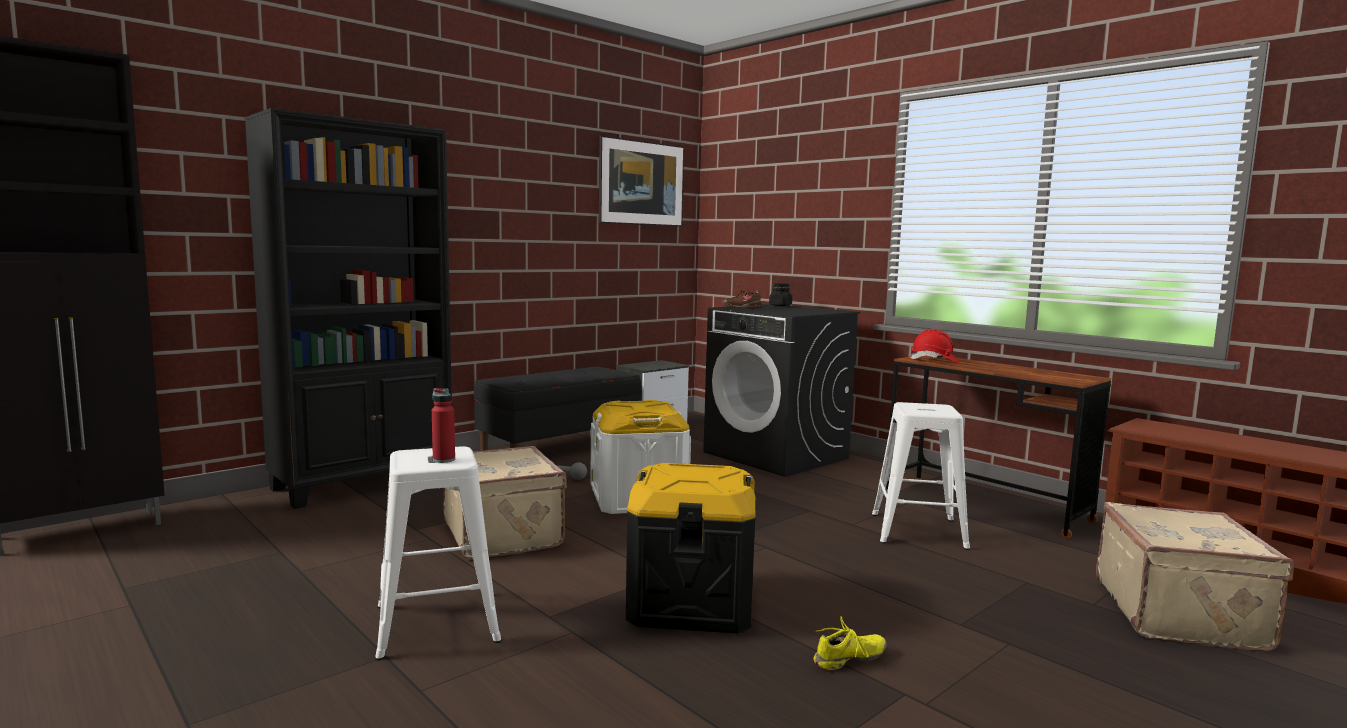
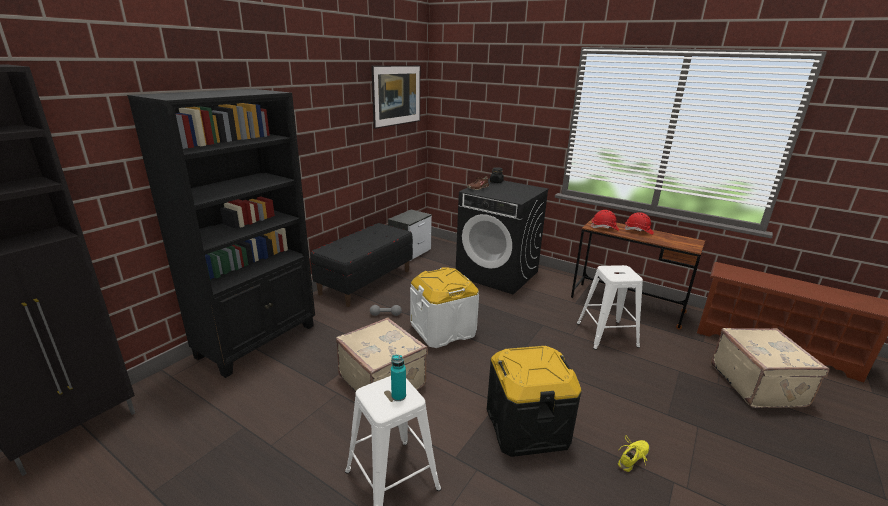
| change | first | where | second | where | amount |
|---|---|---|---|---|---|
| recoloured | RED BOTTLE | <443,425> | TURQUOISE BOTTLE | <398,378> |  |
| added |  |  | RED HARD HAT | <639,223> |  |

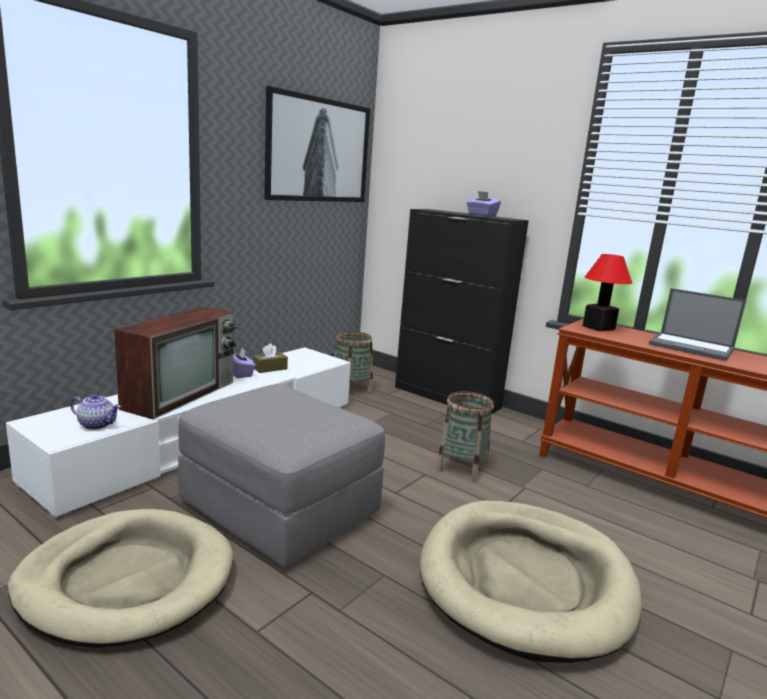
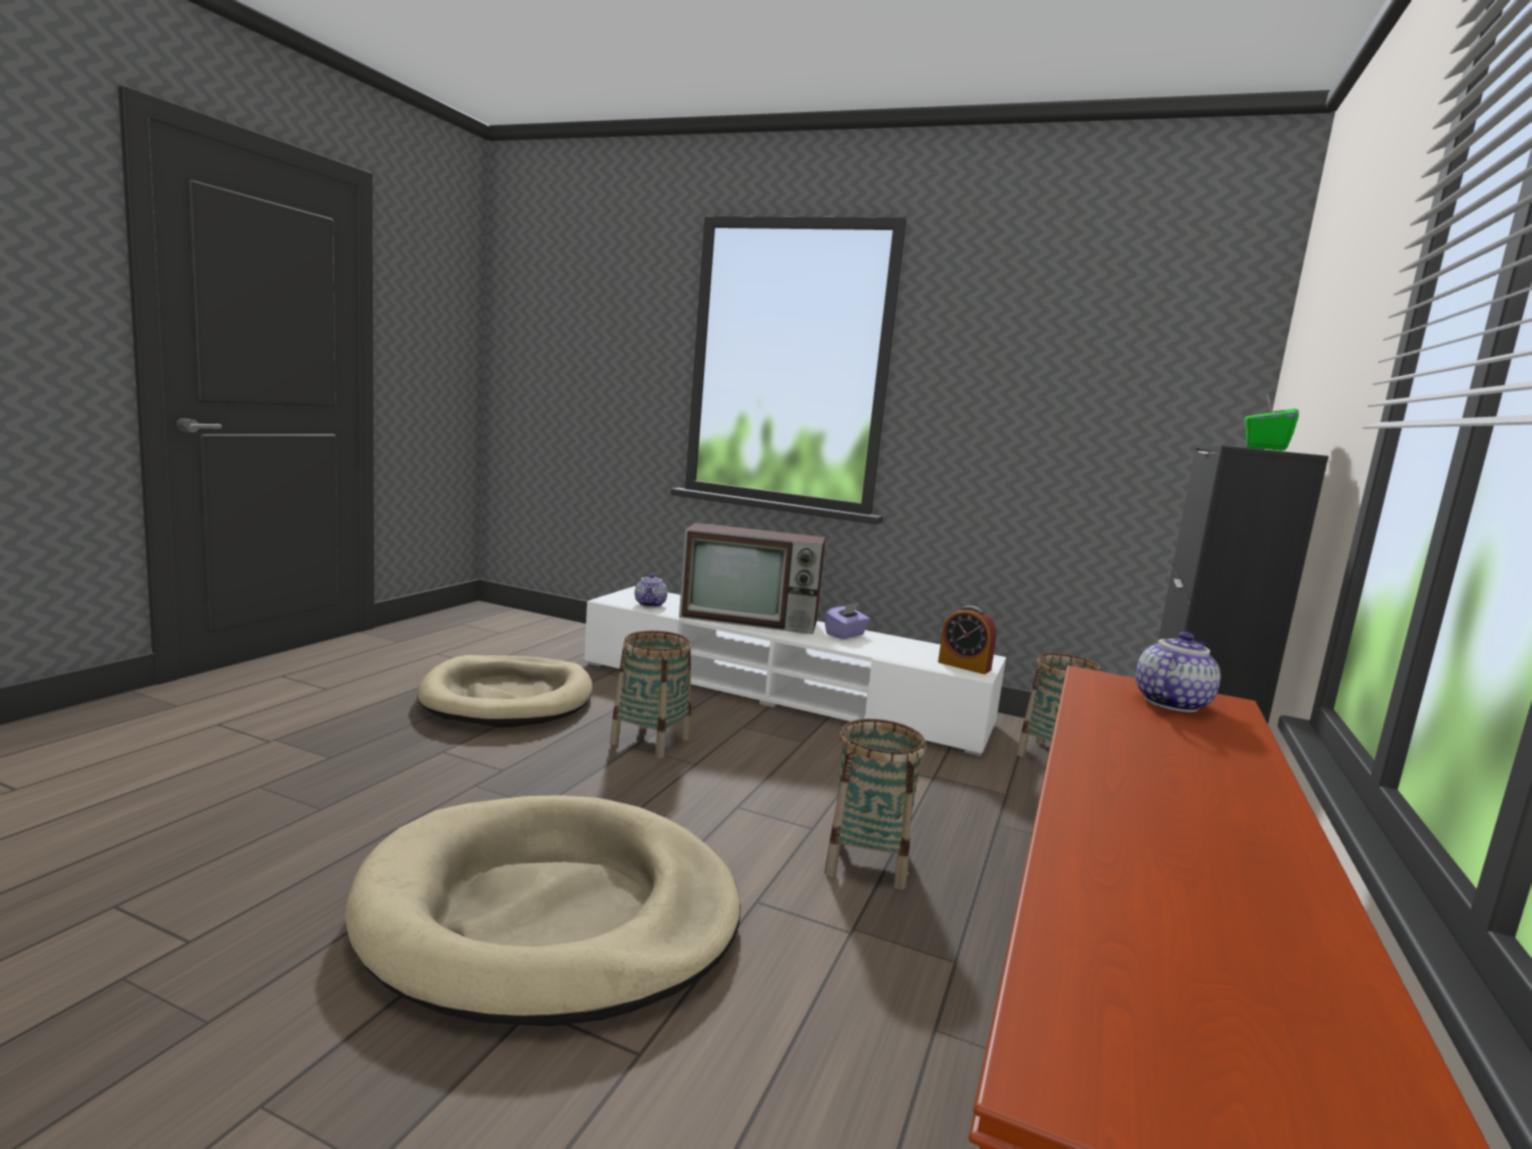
| change | first | where | second | where | amount |
|---|---|---|---|---|---|
| replaced | GREY OTTOMAN | <281,476> | BASKET | <650,694> |  |
| added |  |  | ALARM CLOCK | <967,640> |  |
| replaced | TABLE LAMP | <607,292> | TEAPOT | <1178,672> |  |
| recoloured | PURPLE TISSUE BOX | <484,203> | GREEN TISSUE BOX | <1271,423> |  |
| removed | BROWN TISSUE BOX | <270,358> |  |  |  |
| removed | PICTURE | <317,144> |  |  |  |
| removed | LAPTOP | <697,324> |  |  |  |

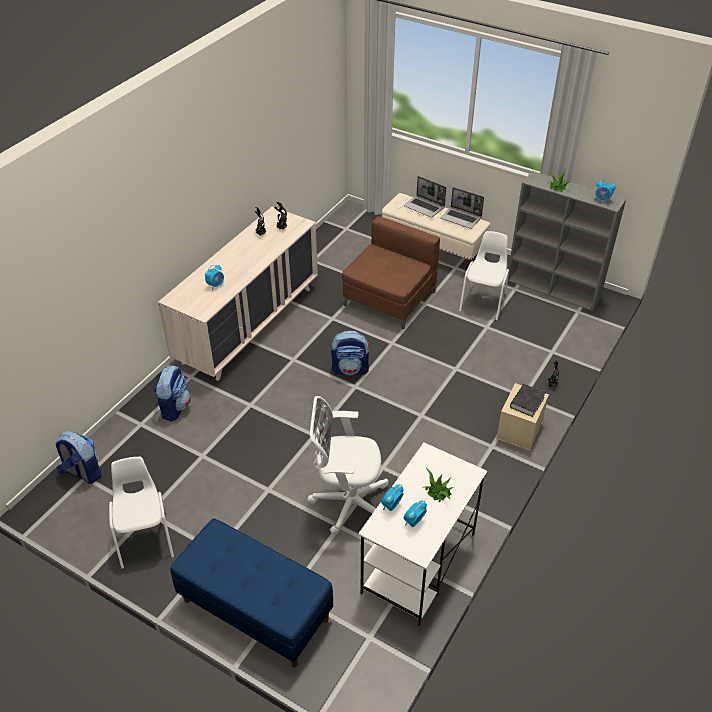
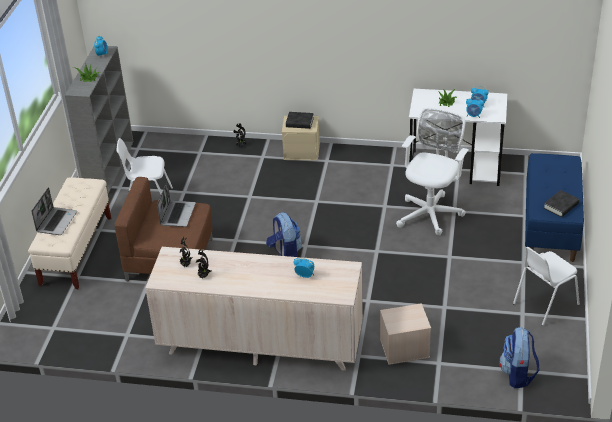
| change | first | where | second | where | amount |
|---|---|---|---|---|---|
| moved | LAPTOP | <462,208> |  | <176,204> |  |
| replaced | BACKPACK | <172,393> | BEIGE STORAGE BOX | <405,334> |  |
| turned | WHITE OFFICE CHAIR | <348,465> |  | <432,171> | 135 degrees counterclockwise |
| added |  |  | BLACK BOOK | <561,203> |  |

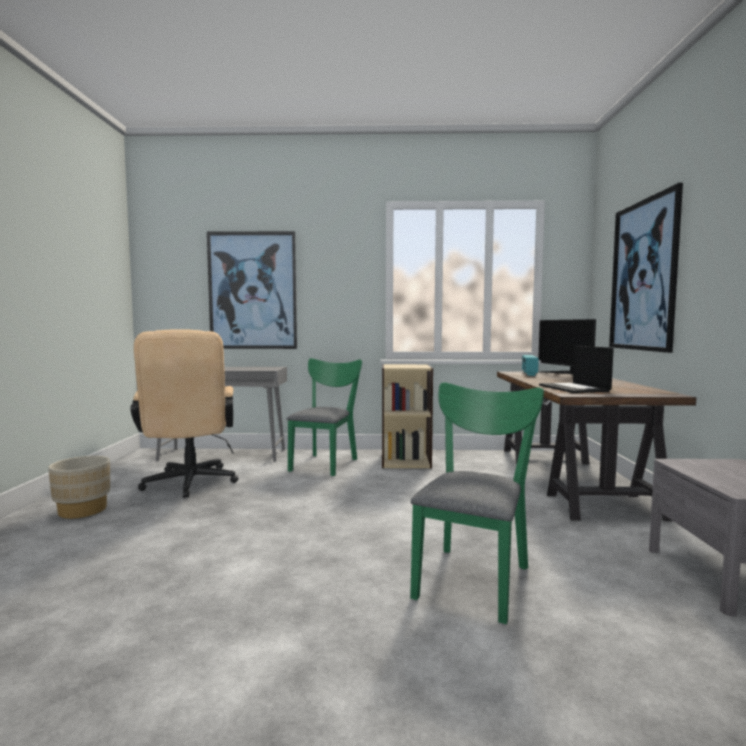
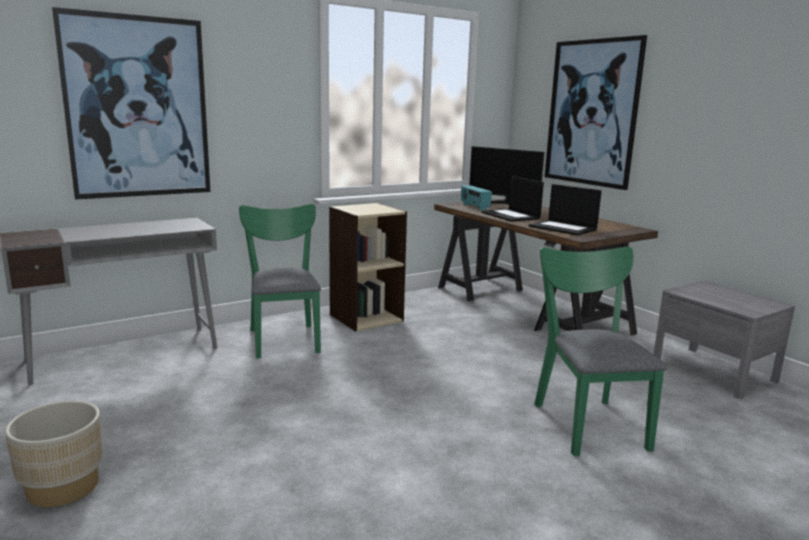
| change | first | where | second | where | amount |
|---|---|---|---|---|---|
| added |  |  | LAPTOP | <512,199> |  |
| removed | BEIGE OFFICE CHAIR | <184,413> |  |  |  |

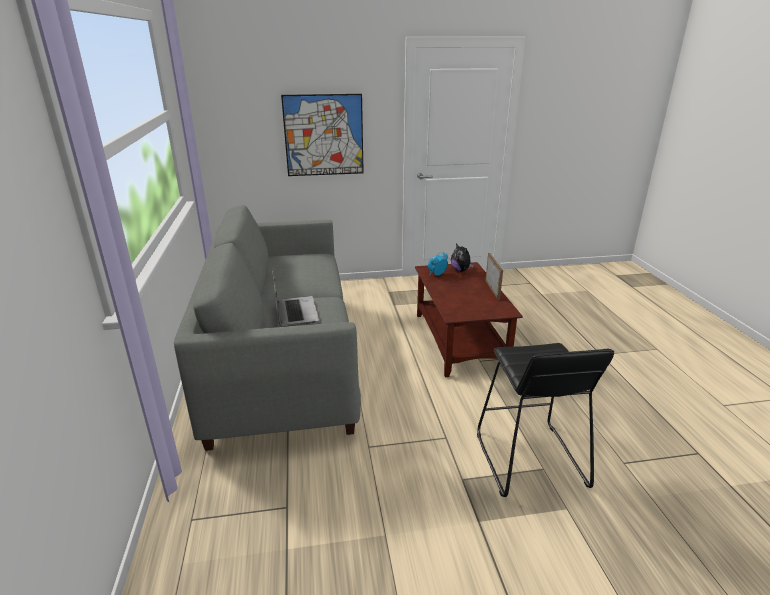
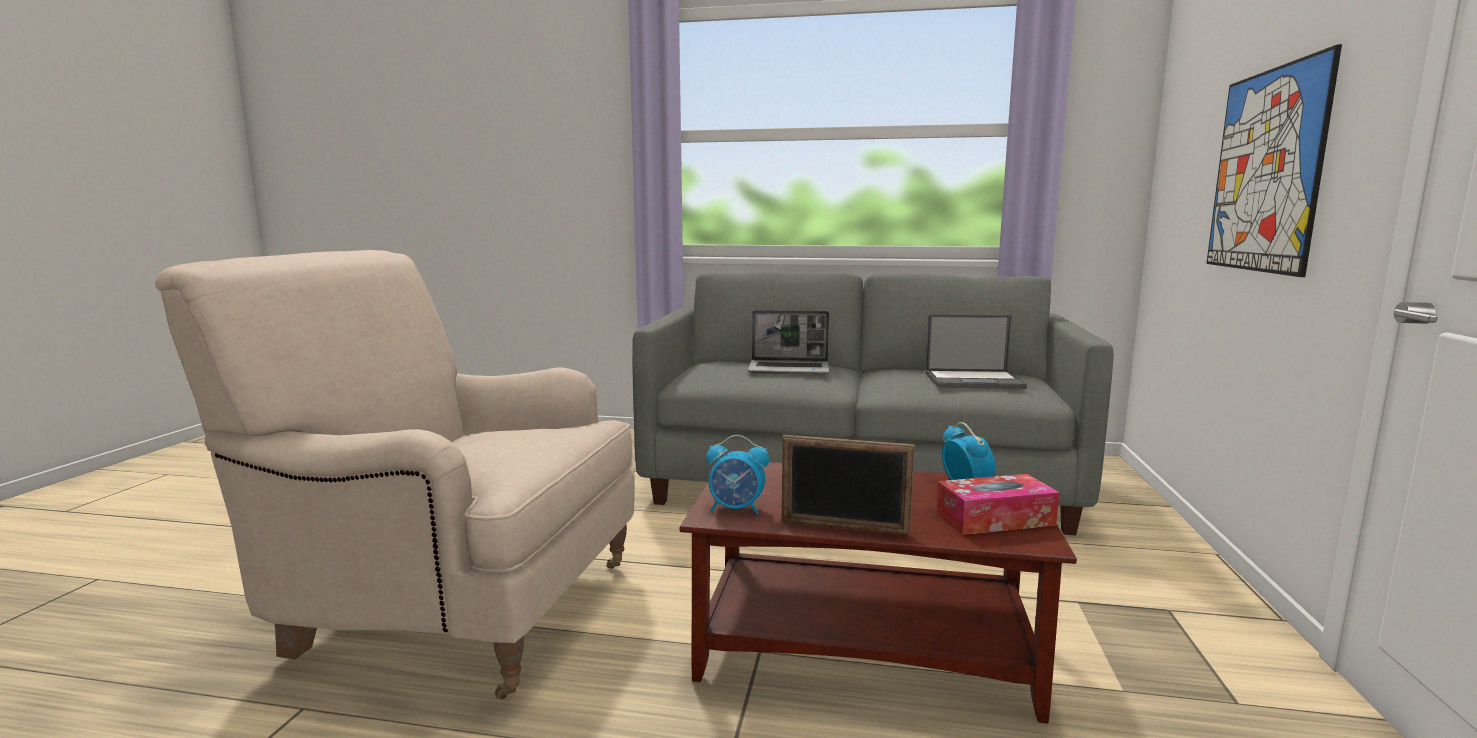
| change | first | where | second | where | amount |
|---|---|---|---|---|---|
| replaced | BLACK STOOL | <545,420> | BEIGE ARMCHAIR | <395,474> |  |
| added |  |  | ALARM CLOCK | <737,474> |  |
| added |  |  | LAPTOP | <976,351> |  |
| replaced | PLUSH TOY | <462,257> | TISSUE BOX | <997,504> |  |

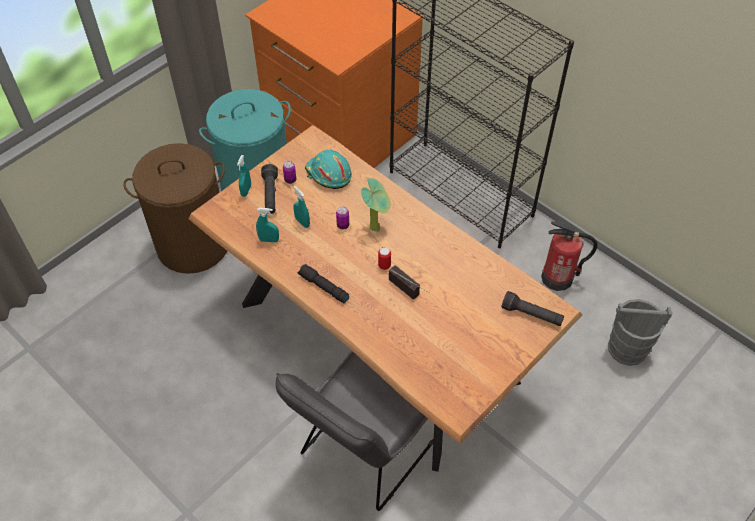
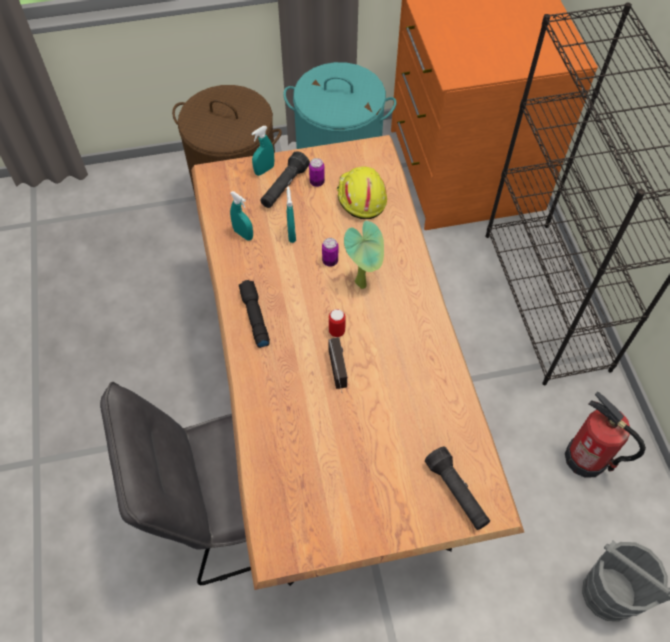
| change | first | where | second | where | amount |
|---|---|---|---|---|---|
| recoloured | TURQUOISE HARD HAT | <328,169> | YELLOW HARD HAT | <362,192> |  |

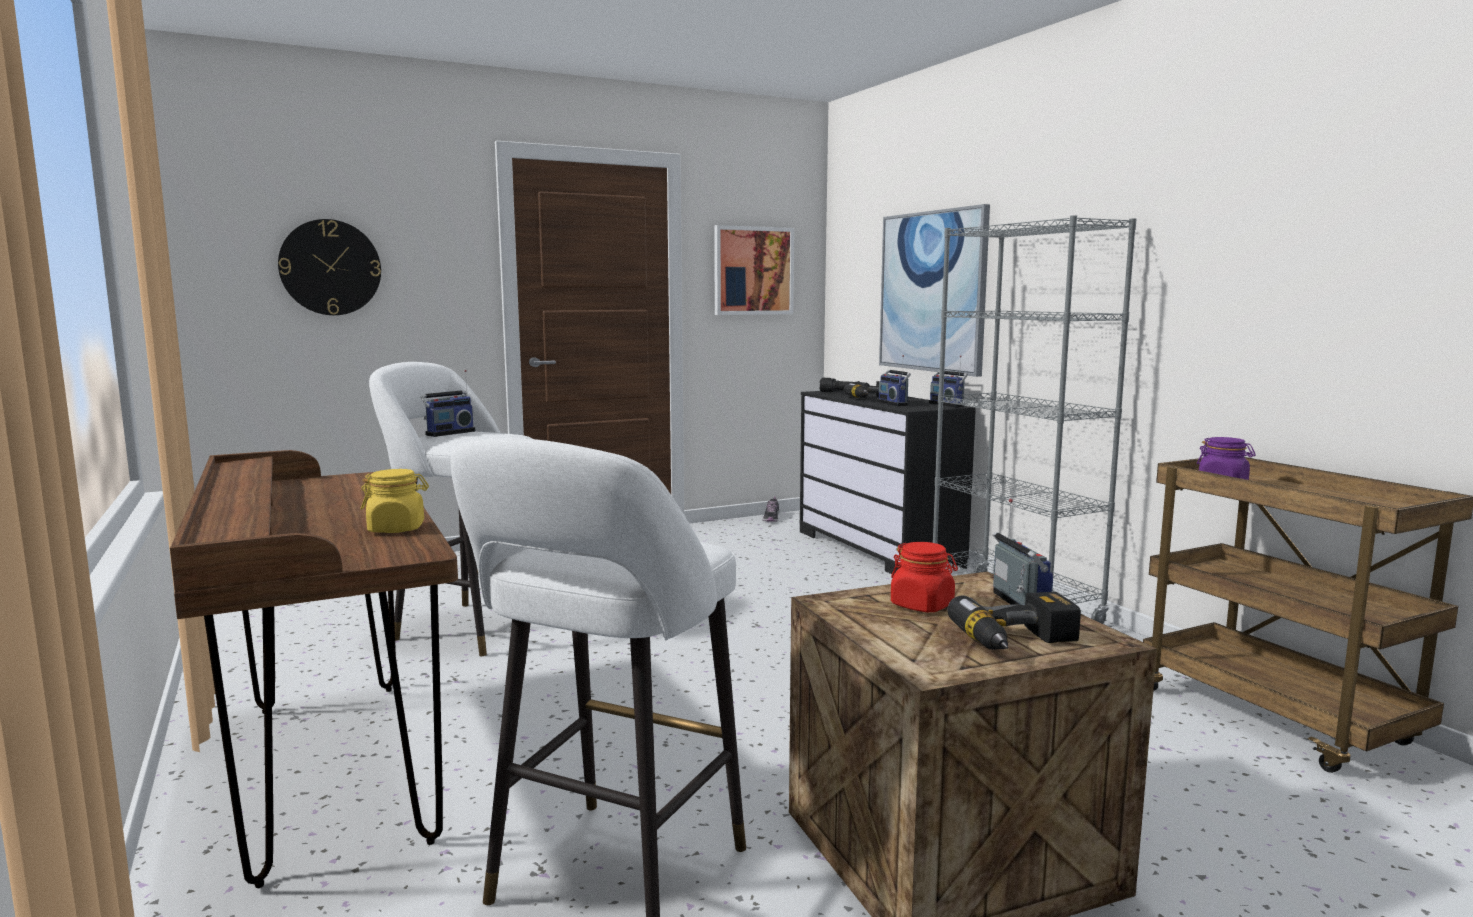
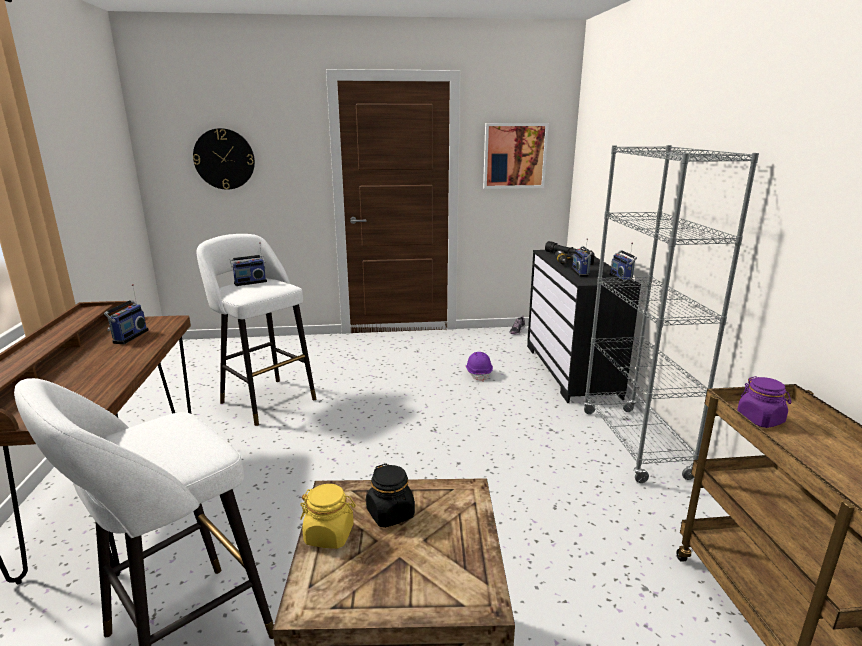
| change | first | where | second | where | amount |
|---|---|---|---|---|---|
| moved | RADIO | <1022,552> |  | <126,314> |  |
| moved | YELLOW JAR | <395,501> |  | <328,516> |  |
| recoloured | RED JAR | <924,577> | BLACK JAR | <390,496> |  |
| added |  |  | PURPLE HARD HAT | <479,367> |  |
| removed | PICTURE | <934,290> |  |  |  |
| removed | POWER DRILL | <1014,620> |  |  |  |

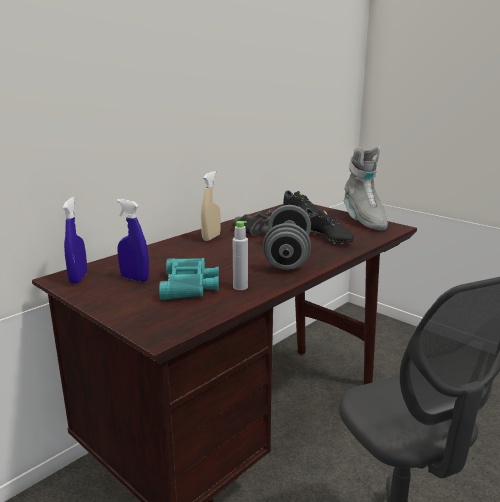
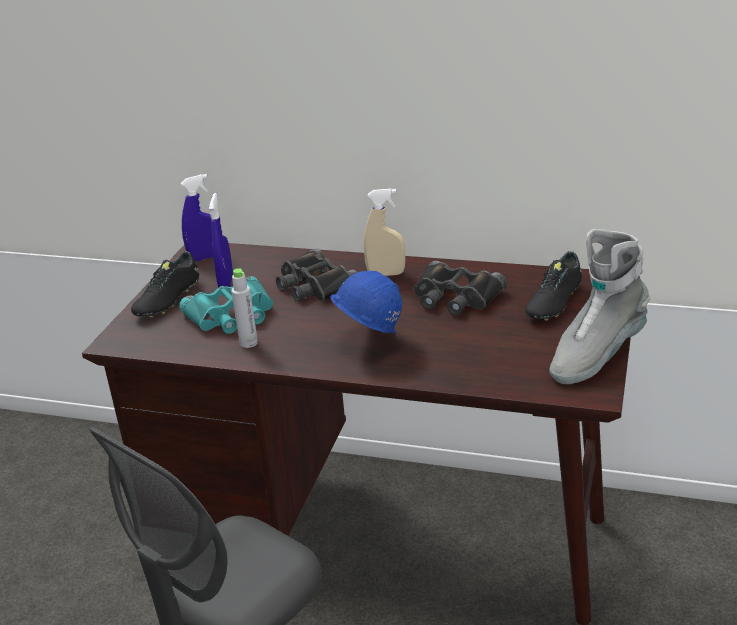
| change | first | where | second | where | amount |
|---|---|---|---|---|---|
| moved | BLACK SHOE | <329,226> |  | <165,284> |  |
| added |  |  | BLACK BINOCULARS | <316,275> |  |
| replaced | GREY DUMBBELL | <287,237> | BLUE HARD HAT | <366,302> |  |

